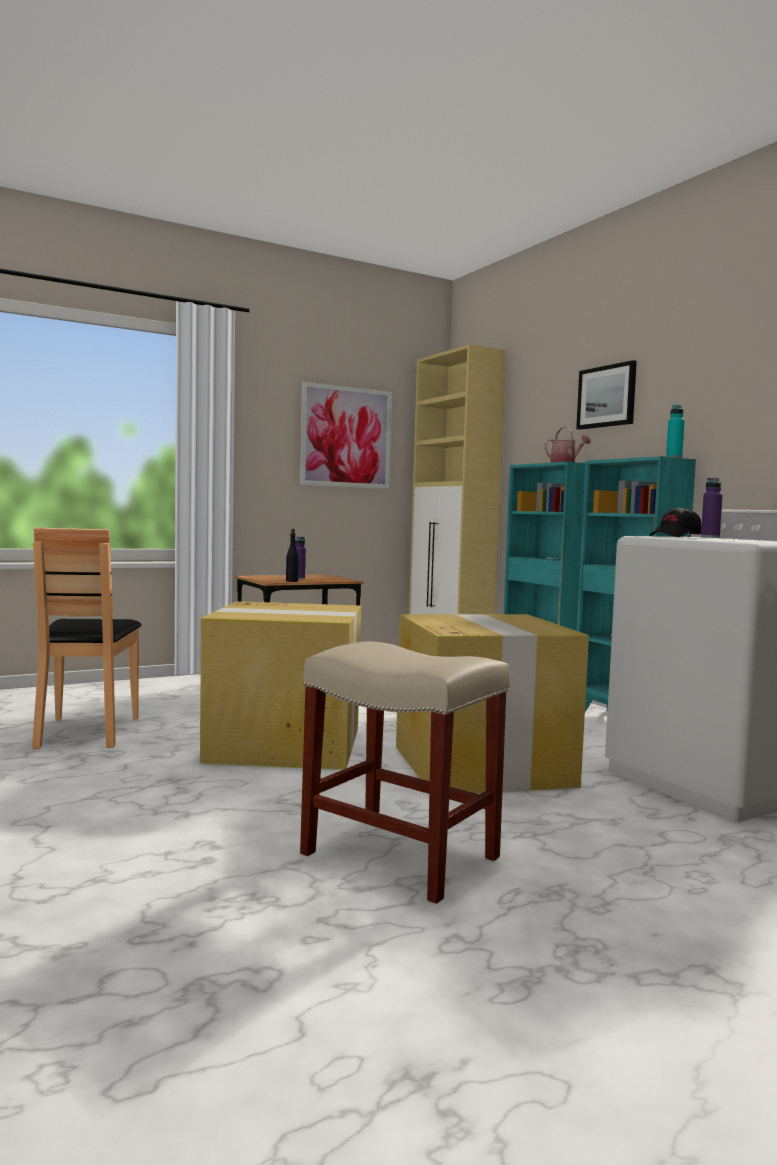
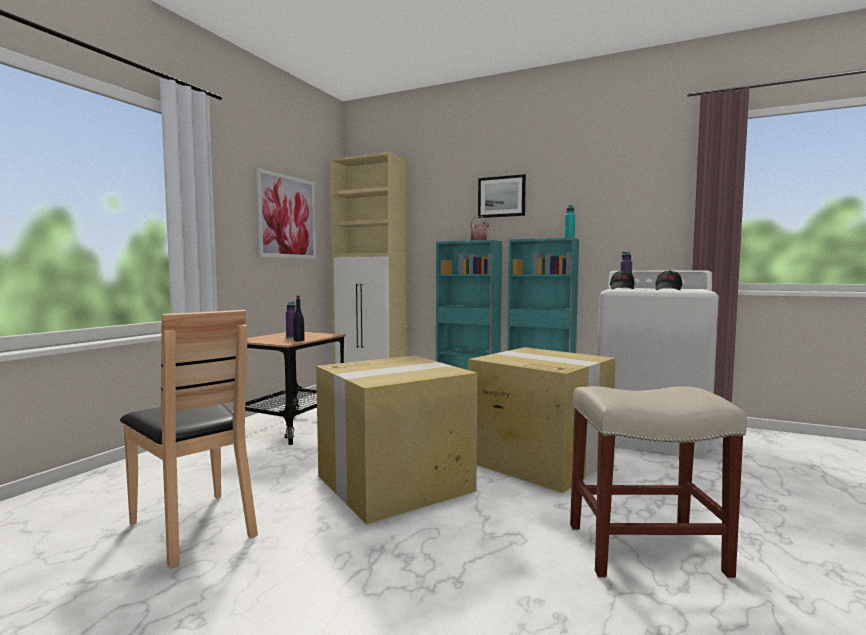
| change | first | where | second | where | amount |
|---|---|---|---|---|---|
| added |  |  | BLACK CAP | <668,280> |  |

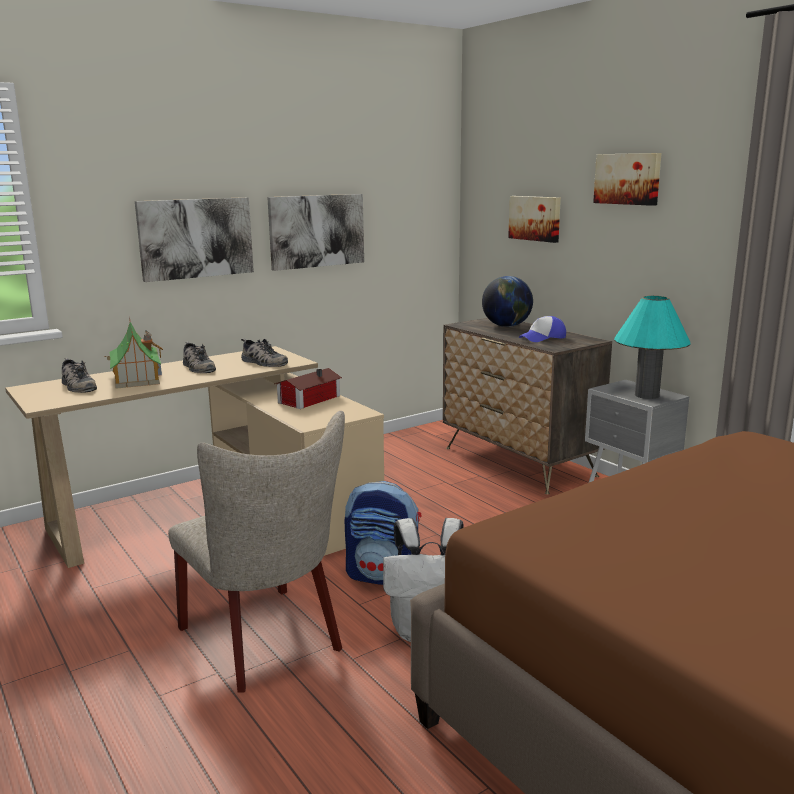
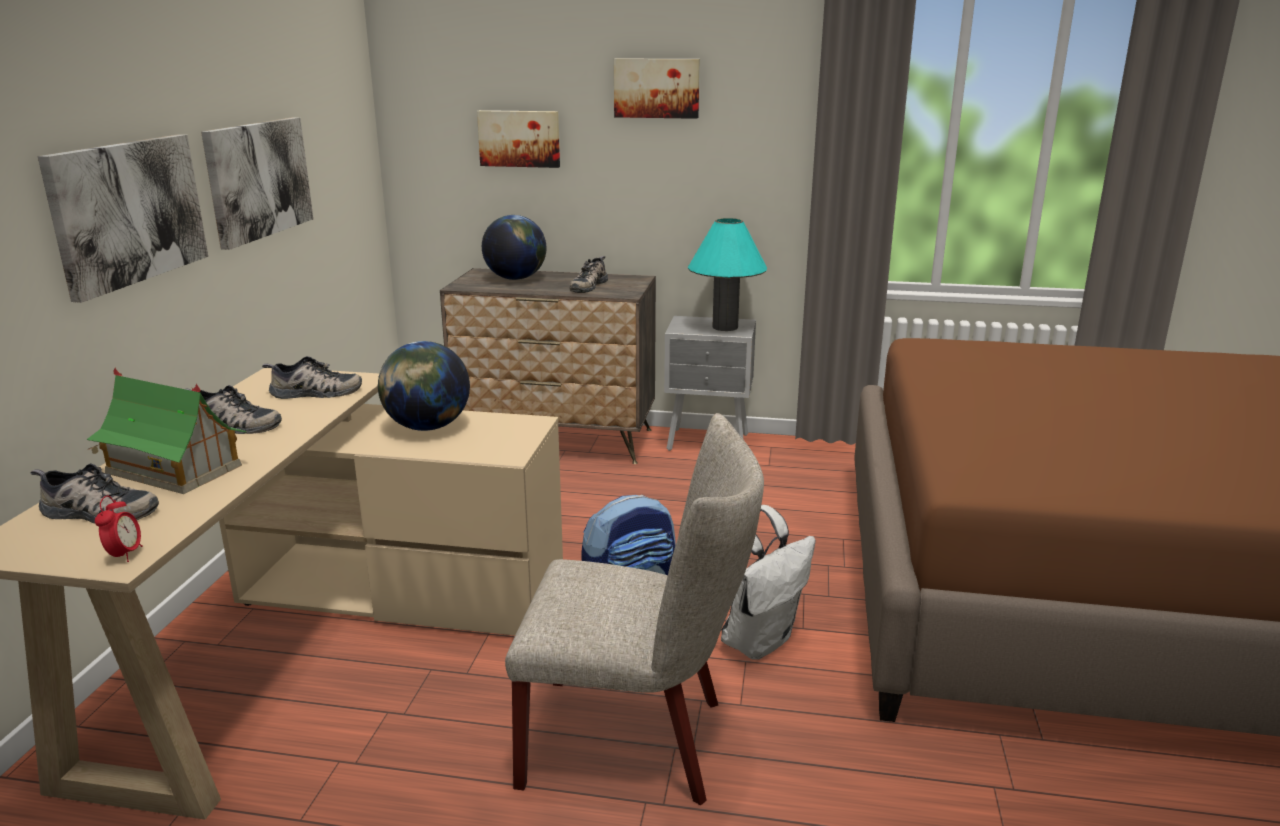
| change | first | where | second | where | amount |
|---|---|---|---|---|---|
| added |  |  | ALARM CLOCK | <119,529> |  |
| replaced | TOY HOUSE | <308,388> | GLOBE | <424,386> |  |
| replaced | CAP | <542,329> | SHOE | <589,274> |  |

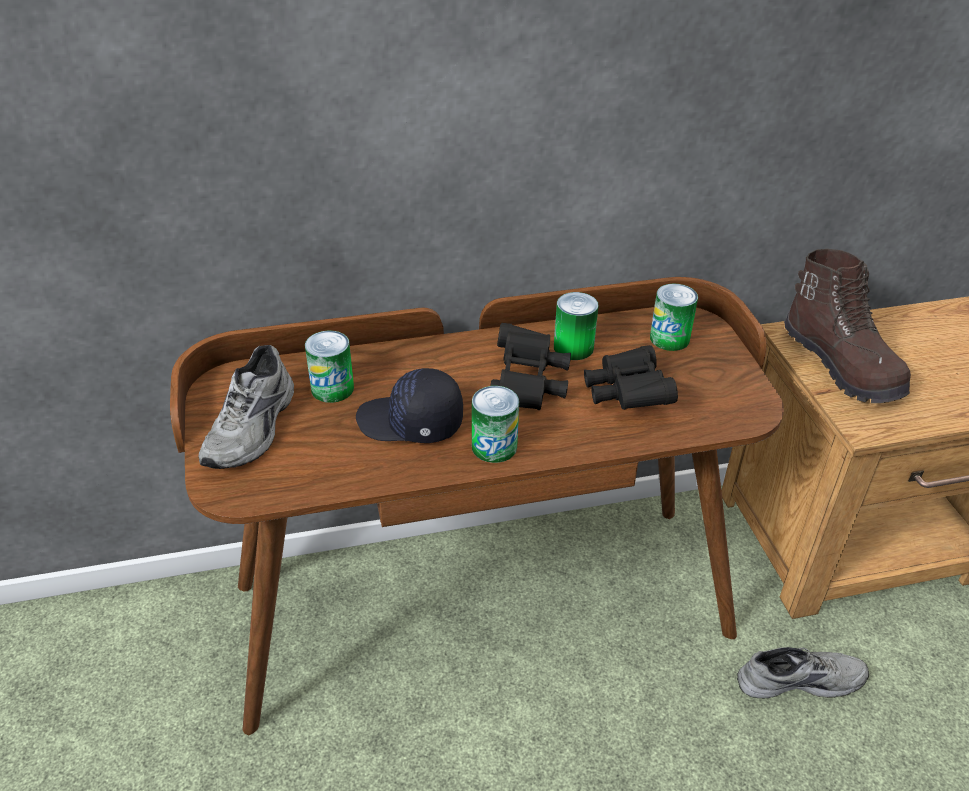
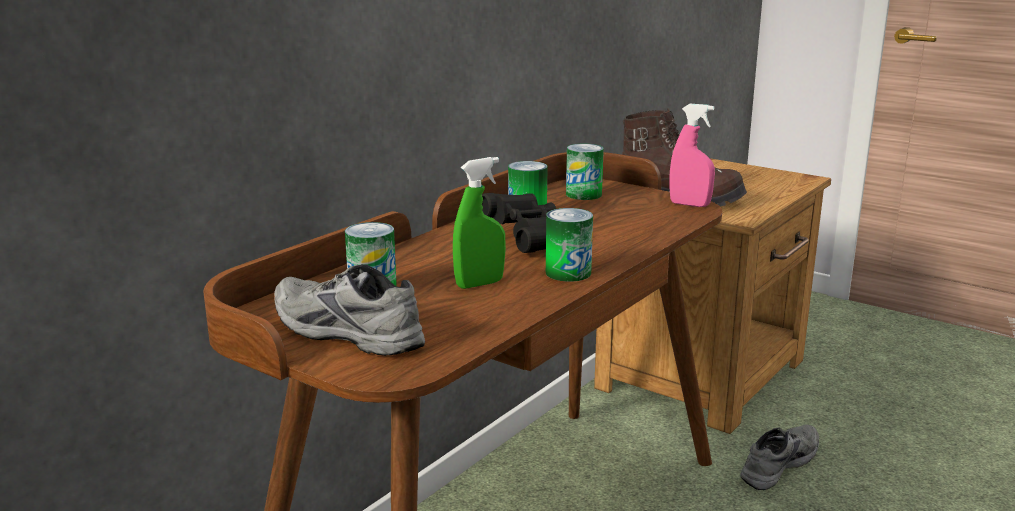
| change | first | where | second | where | amount |
|---|---|---|---|---|---|
| turned | GREY SHOE | <246,407> |  | <349,310> | 150 degrees clockwise |
| replaced | BLACK CAP | <409,405> | GREEN SPRAY BOTTLE | <479,223> |  |
| added |  |  | PINK SPRAY BOTTLE | <692,155> |  |
| removed | BLACK BINOCULARS | <631,377> |  |  |  |

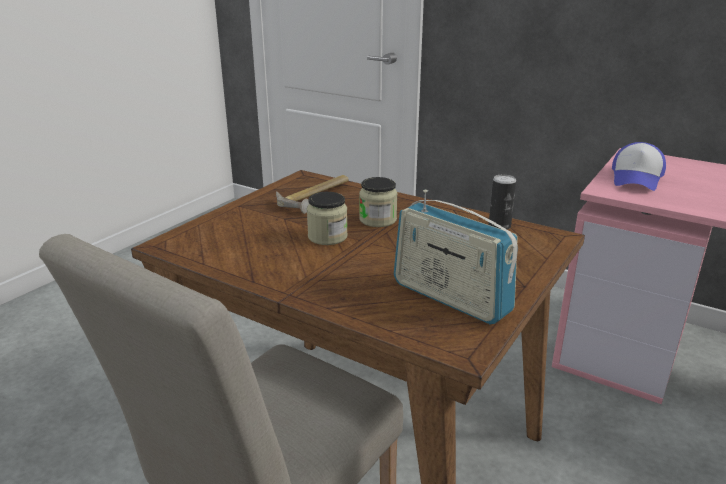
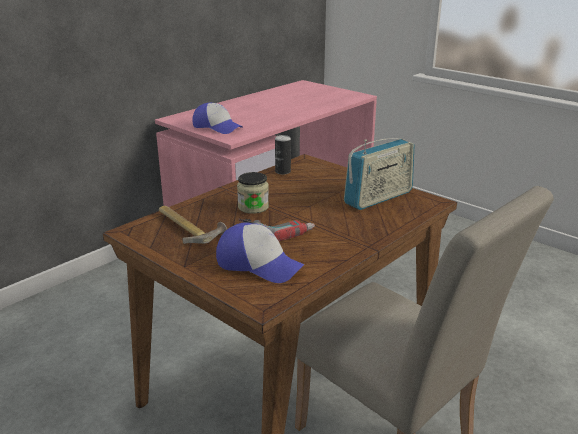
| change | first | where | second | where | amount |
|---|---|---|---|---|---|
| added |  |  | CAP | <260,253> |  |
| replaced | JAR | <327,218> | POWER DRILL | <277,229> |  |

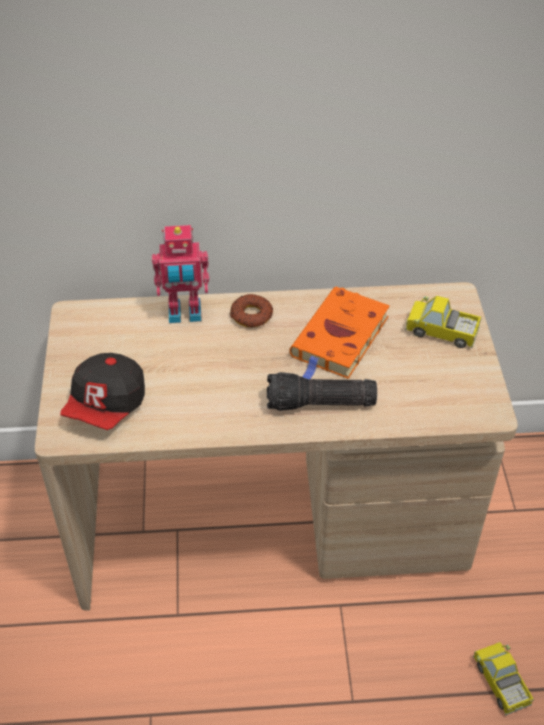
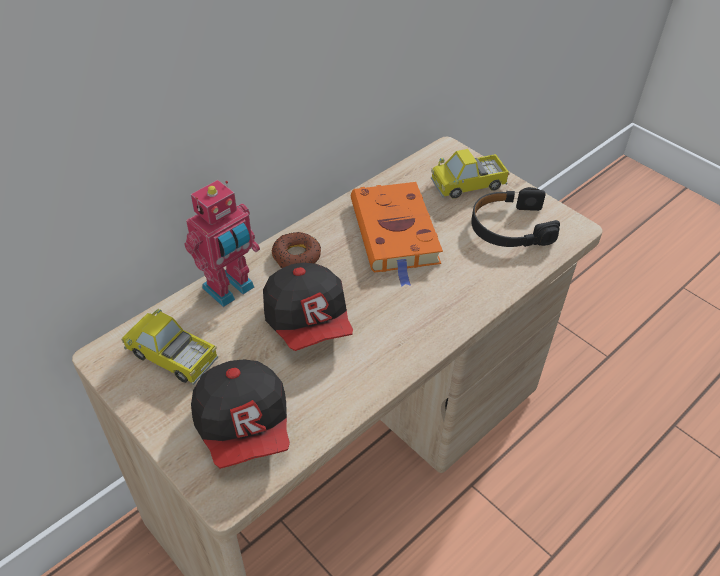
| change | first | where | second | where | amount |
|---|---|---|---|---|---|
| moved | TOY TRUCK | <503,679> |  | <169,347> |  |
| added |  |  | CAP | <308,307> |  |
| added |  |  | BLACK HEADPHONES | <515,217> |  |
| removed | FLASHLIGHT | <322,391> |  |  |  |

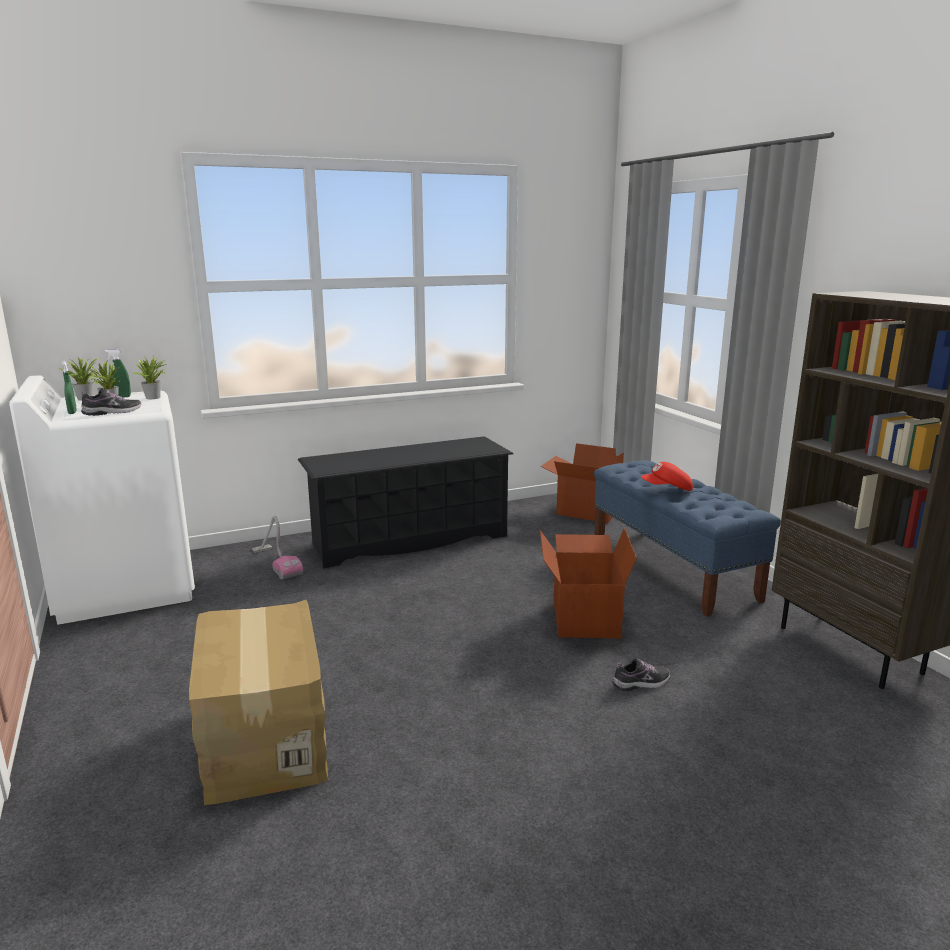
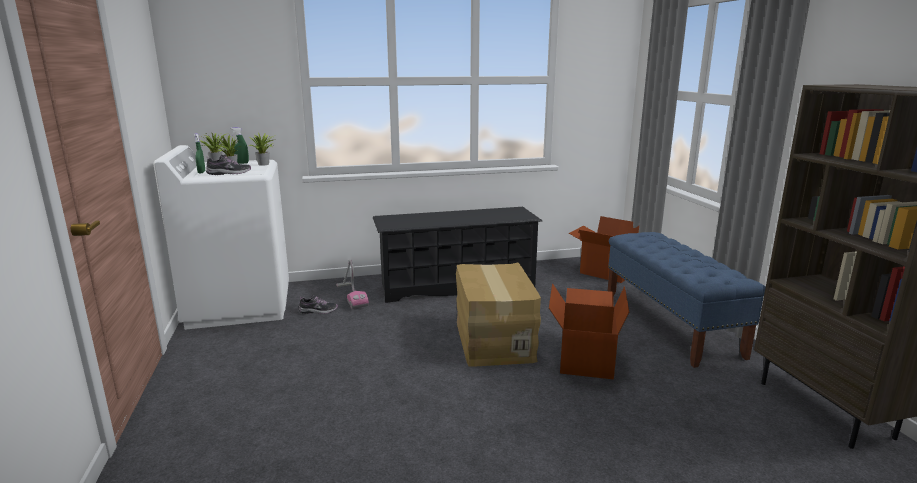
| change | first | where | second | where | amount |
|---|---|---|---|---|---|
| moved | SHOE | <641,674> |  | <318,304> |  |
| moved | CARDBOARD BOX | <258,702> |  | <498,314> |  |
| removed | RED CAP | <667,476> |  |  |  |

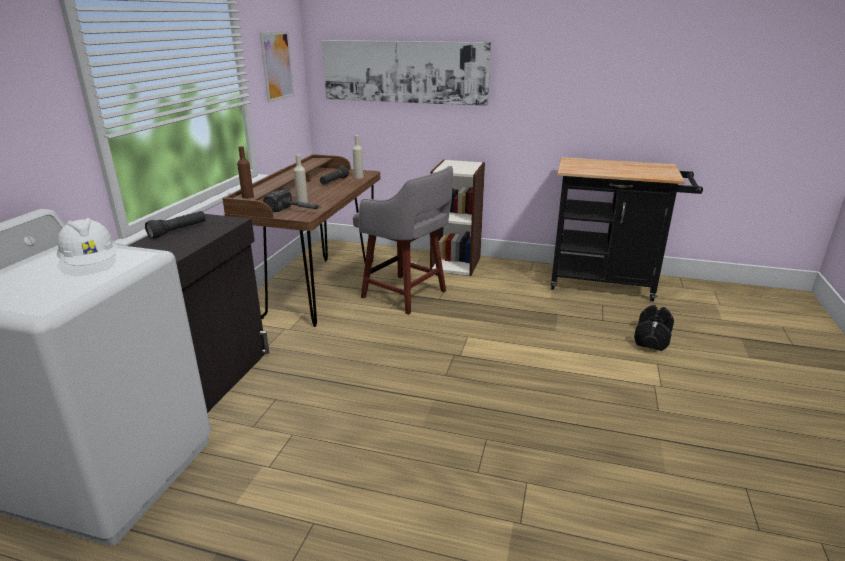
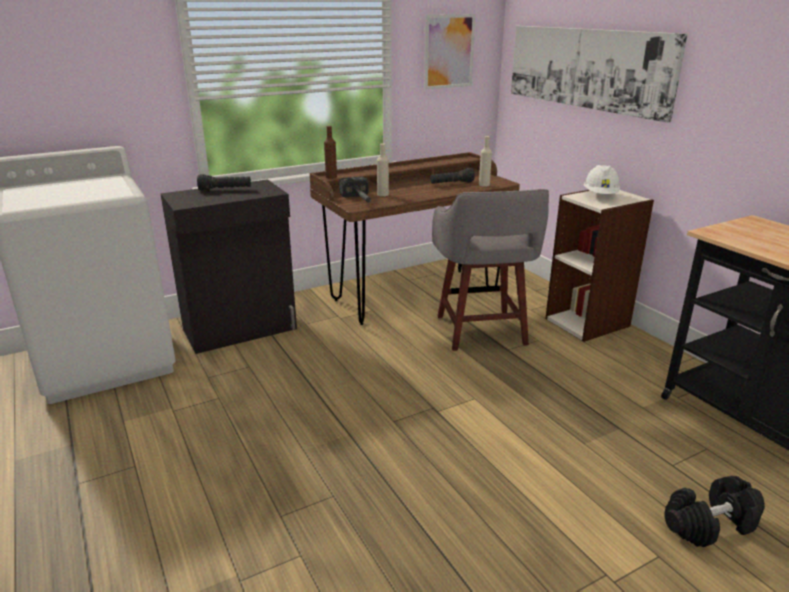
| change | first | where | second | where | amount |
|---|---|---|---|---|---|
| moved | WHITE HARD HAT | <87,242> |  | <602,179> |  |

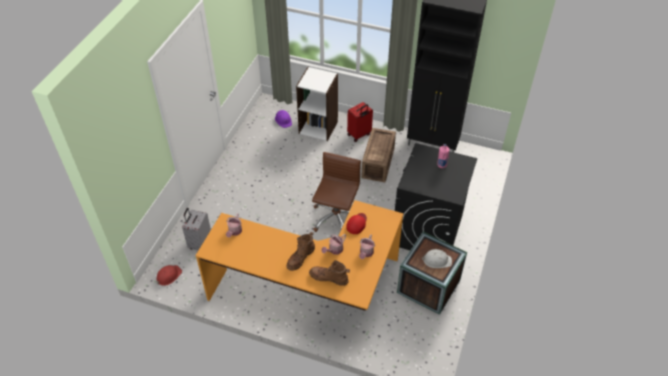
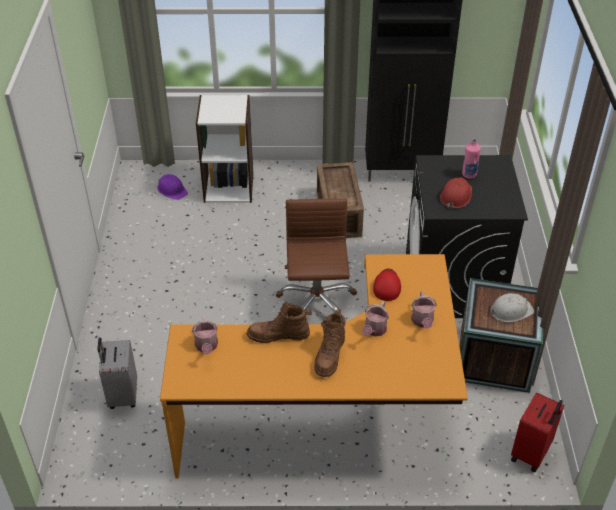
| change | first | where | second | where | amount |
|---|---|---|---|---|---|
| moved | BROWN BOOT | <329,273> |  | <279,322> |  |
| moved | RED HARD HAT | <169,275> |  | <456,193> |  |
| moved | RED SUITCASE | <360,122> |  | <537,432> |  |

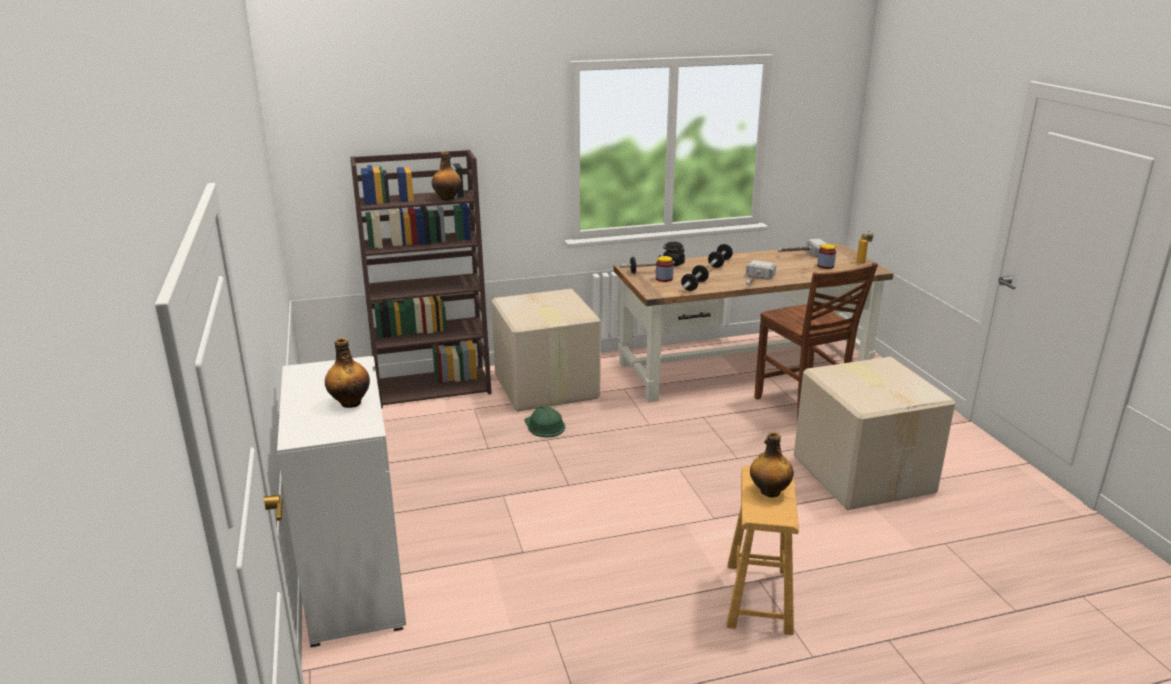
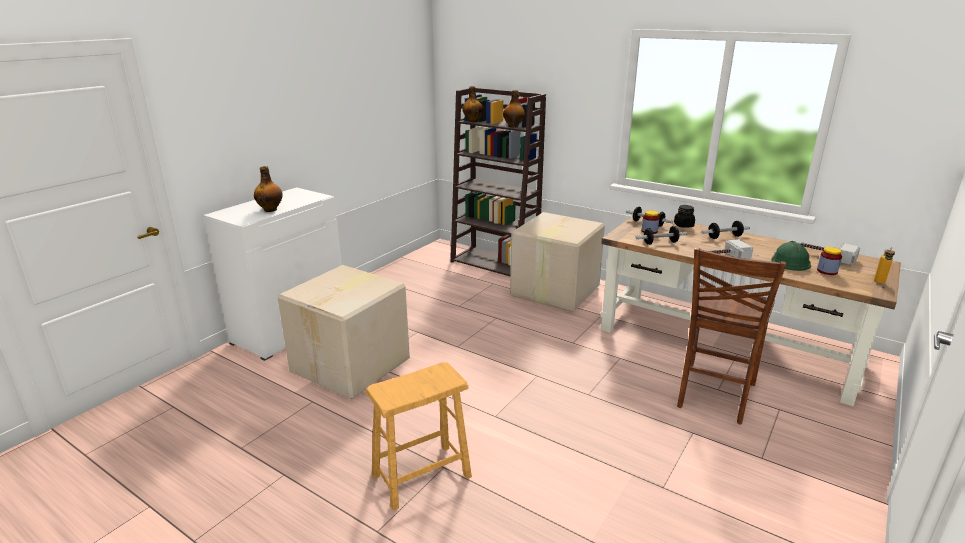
| change | first | where | second | where | amount |
|---|---|---|---|---|---|
| moved | CARDBOARD BOX | <874,433> |  | <344,332> |  |
| moved | BOTTLE | <772,464> |  | <472,104> |  |
| moved | GREEN HARD HAT | <544,421> |  | <791,256> |  |

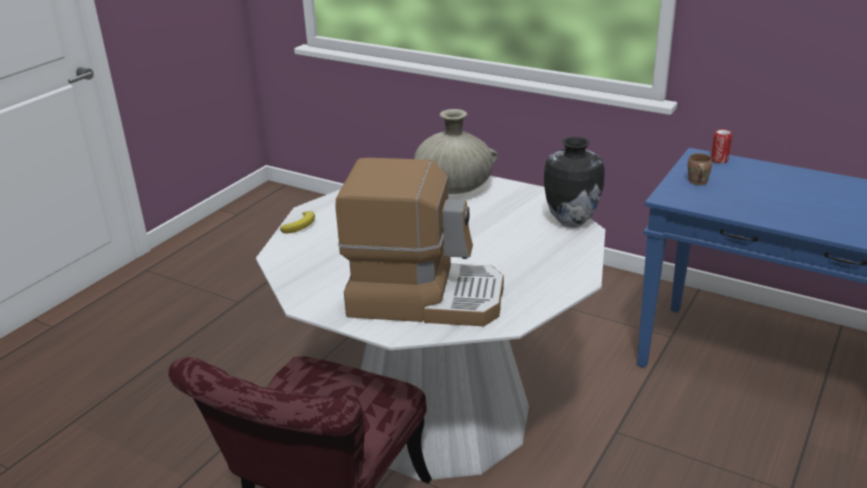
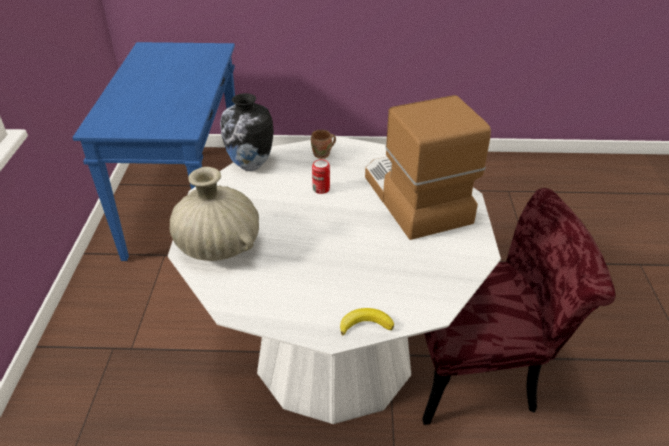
| change | first | where | second | where | amount |
|---|---|---|---|---|---|
| moved | BROWN MUG | <700,169> |  | <323,144> |  |
| moved | CAN | <721,146> |  | <321,176> |  |

